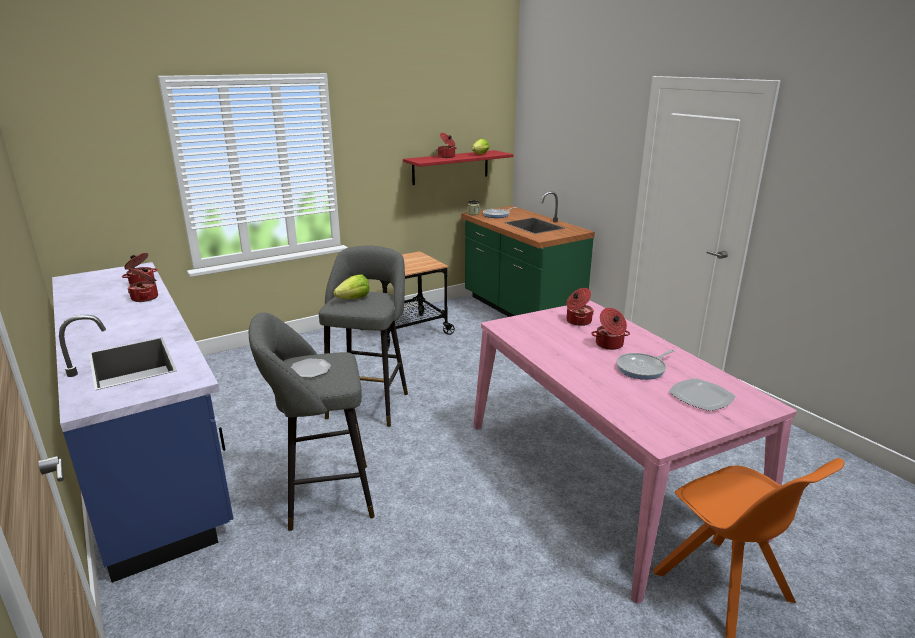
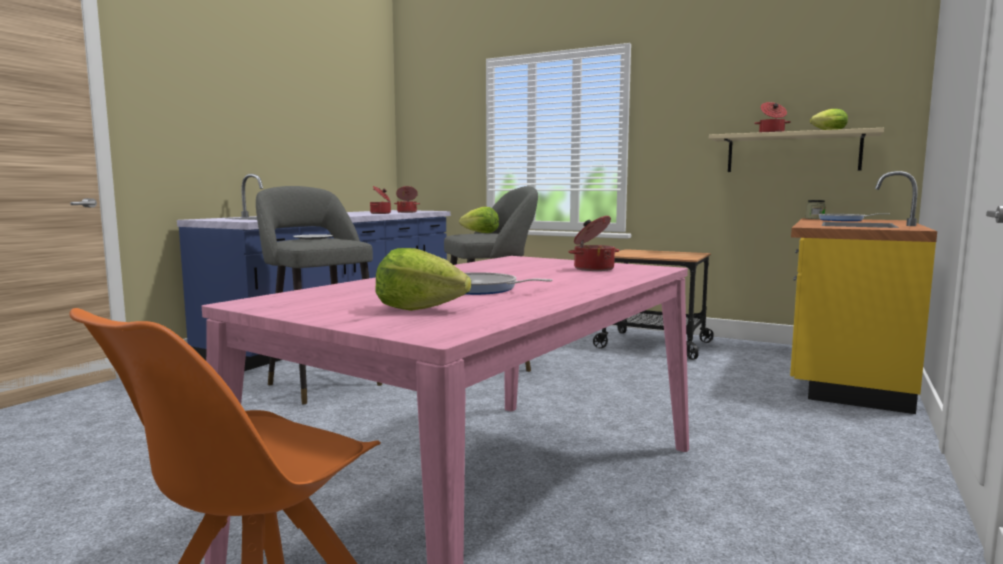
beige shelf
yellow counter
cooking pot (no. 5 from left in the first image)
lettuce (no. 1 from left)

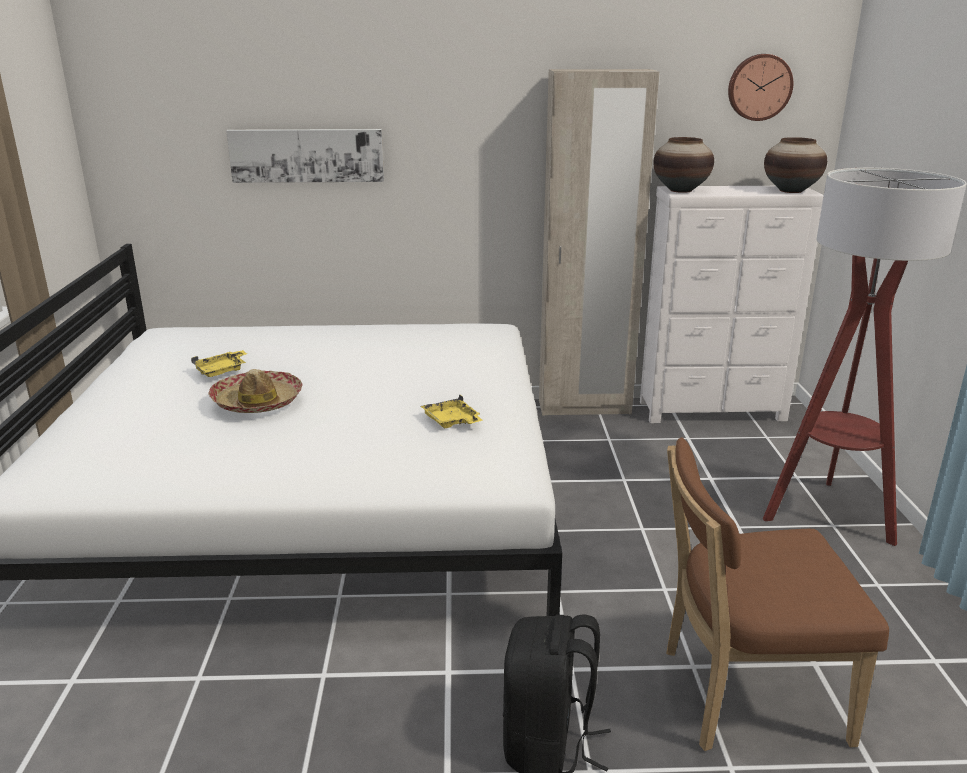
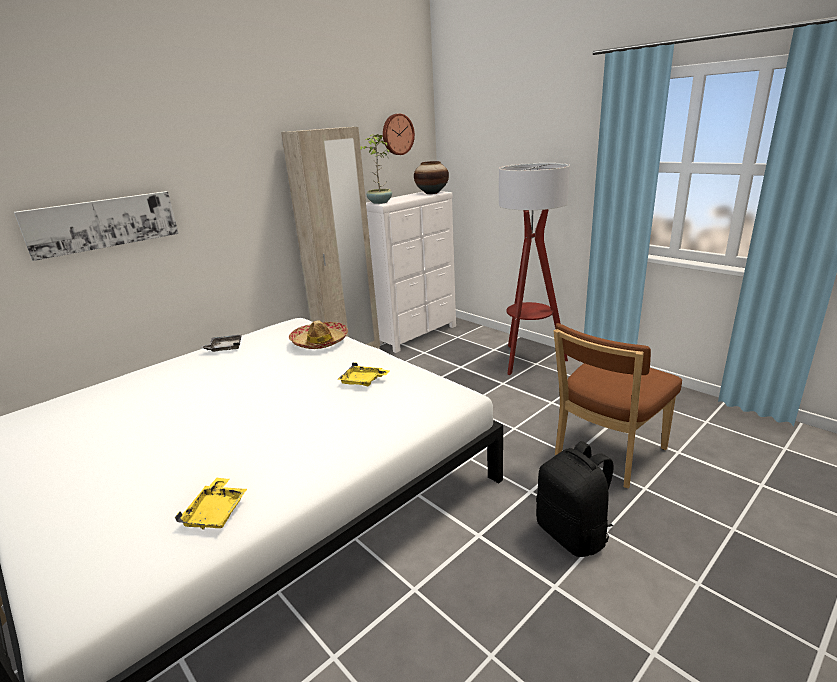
potted plant
yellow tray (no. 1 from left)
hat
grey tray

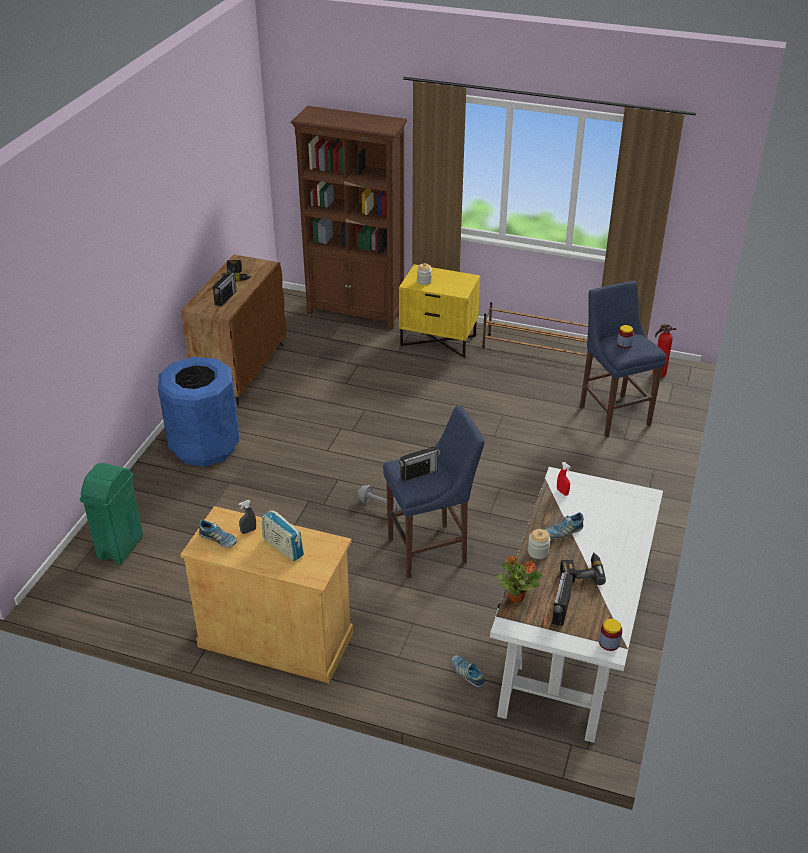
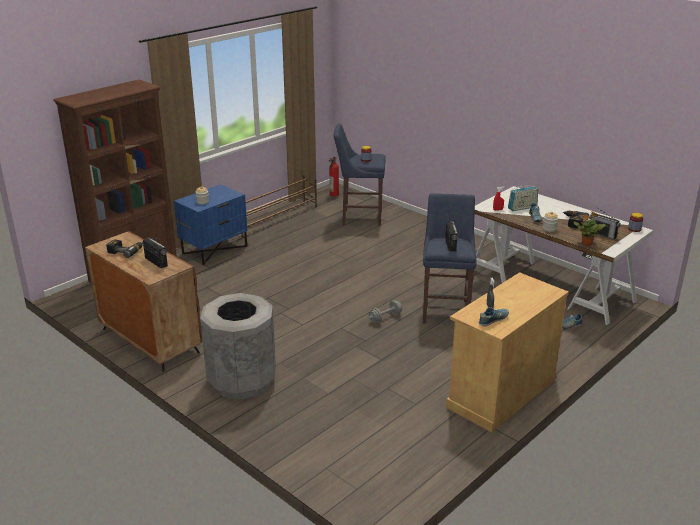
blue nightstand
grey trash can
green trash can
radio (no. 3 from left)

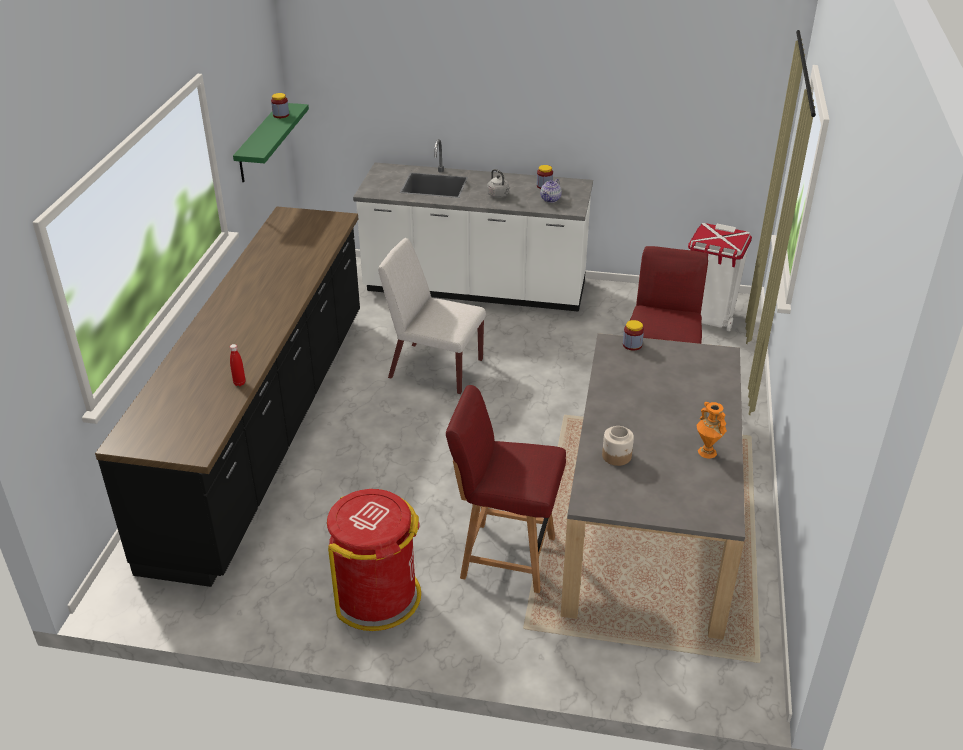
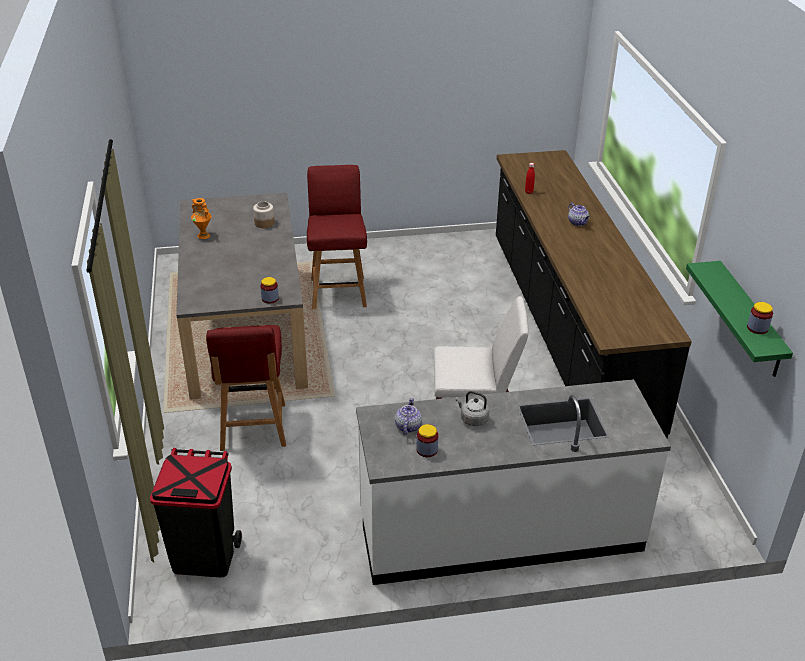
black trash can
red chair (no. 2 from left)
red trash can
teapot (no. 2 from left)

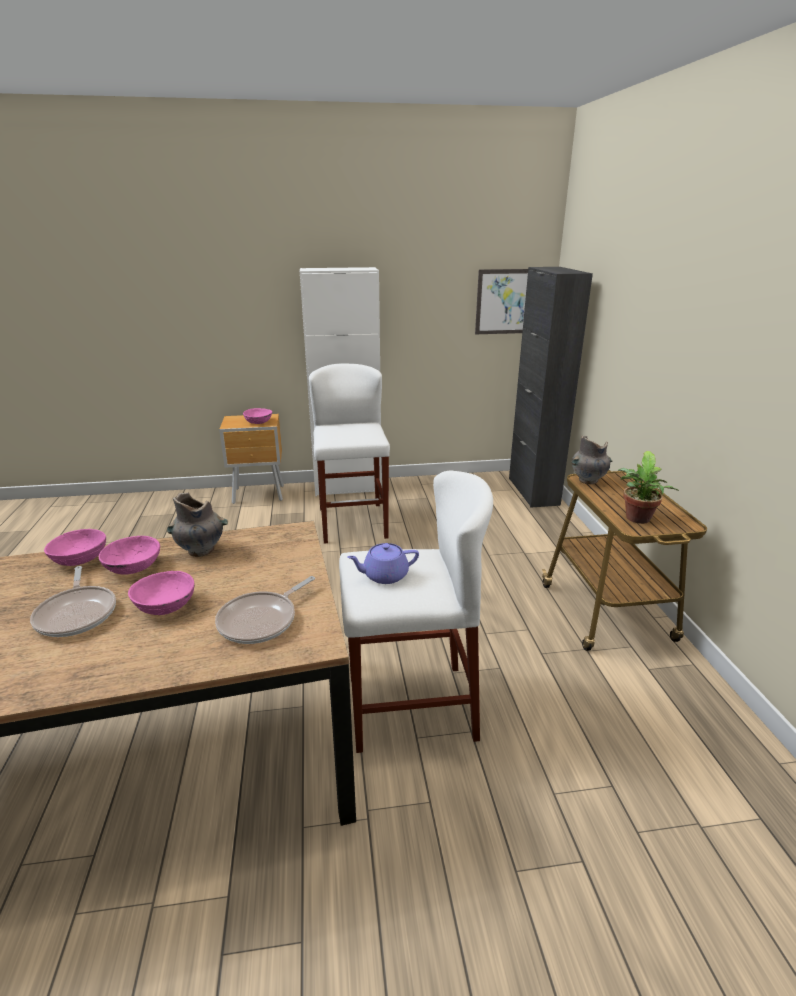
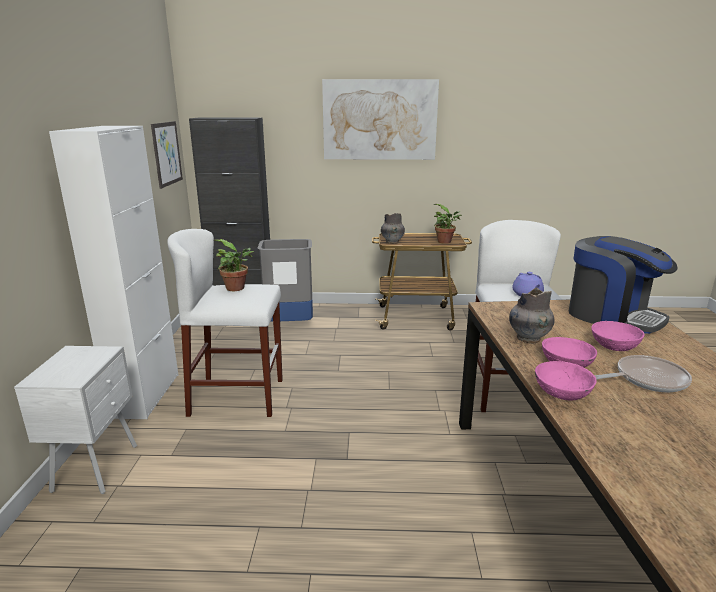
pink bowl (no. 4 from left in the first image)
white nightstand
coffee machine
picture (no. 2 from left)
potted plant (no. 1 from left)
grey trash can

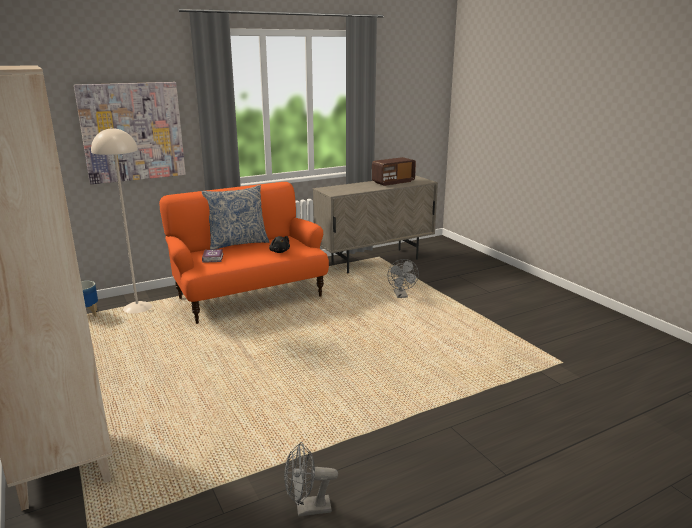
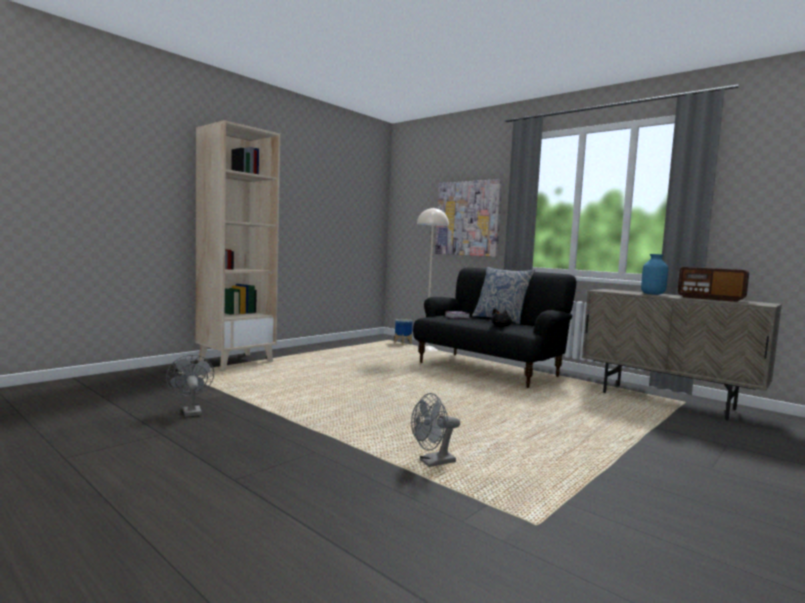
black sofa
grey fan (no. 2 from left)
blue vase

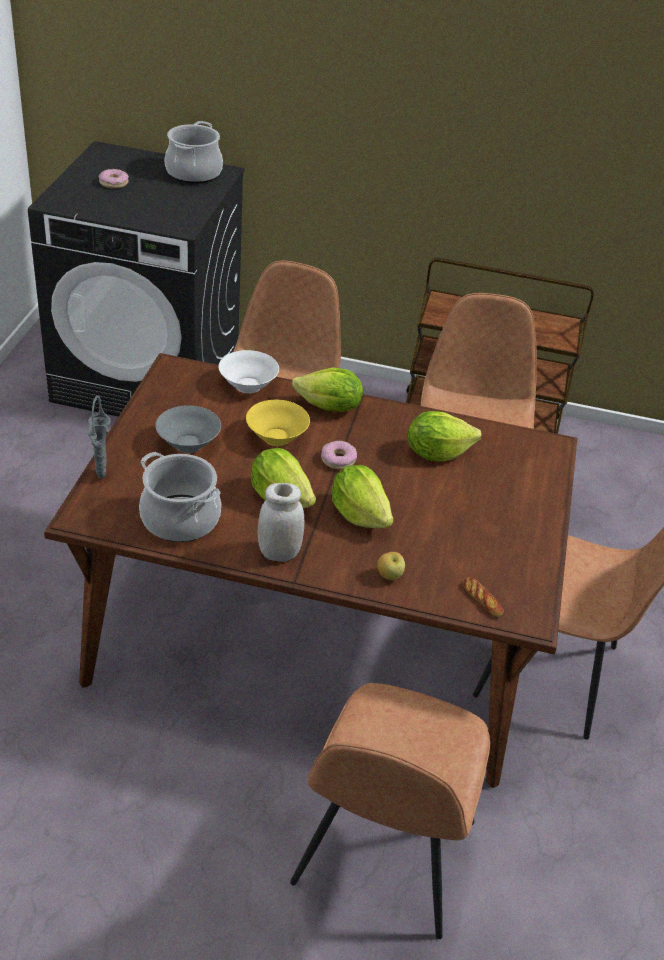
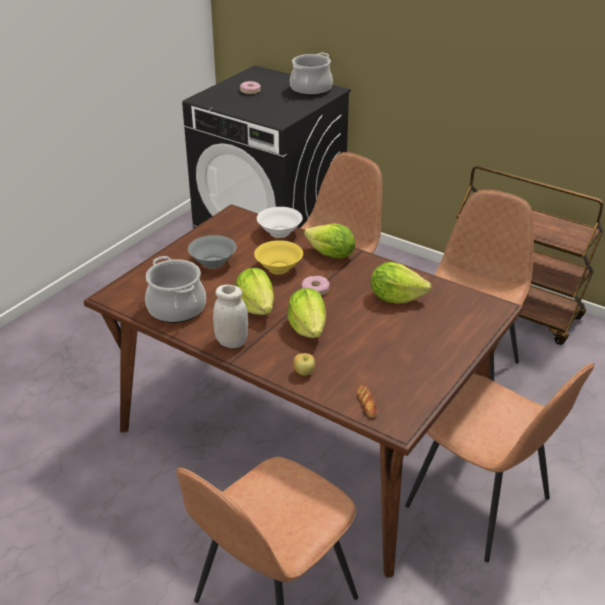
grey vase

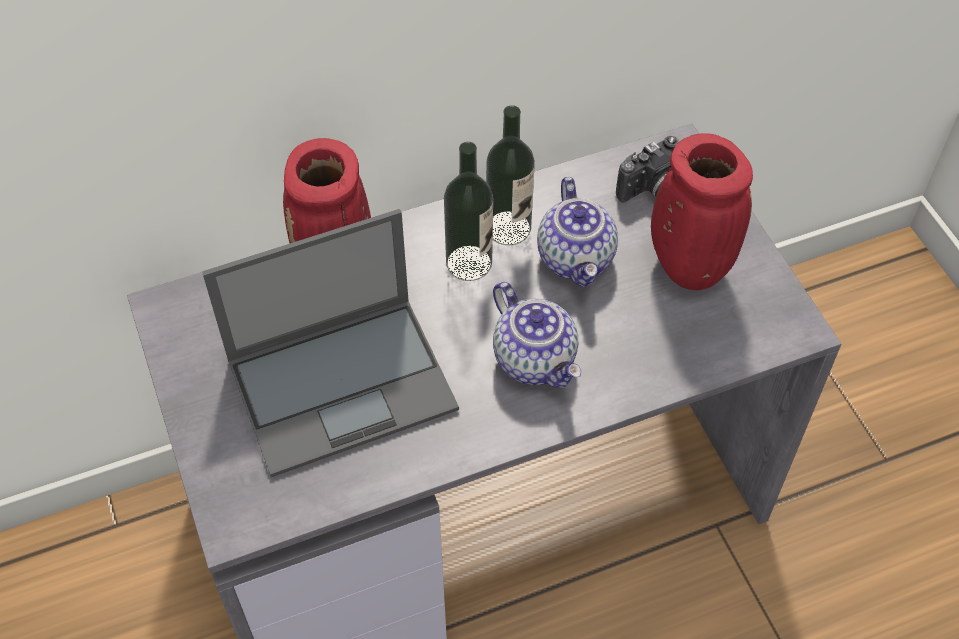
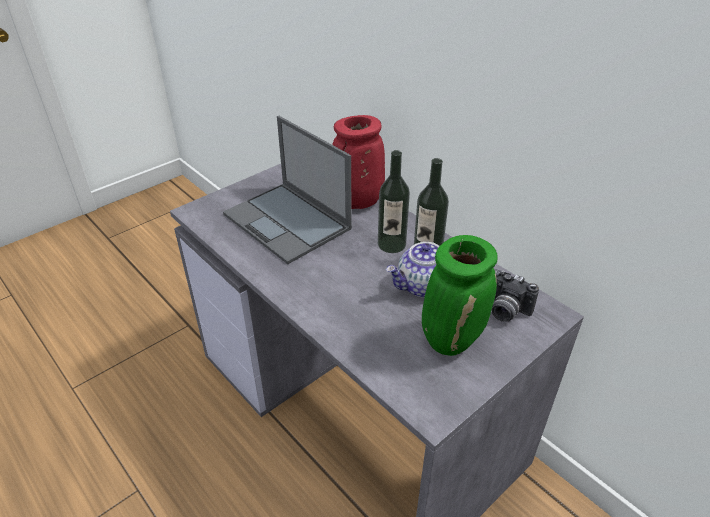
green vase
teapot (no. 1 from left in the first image)

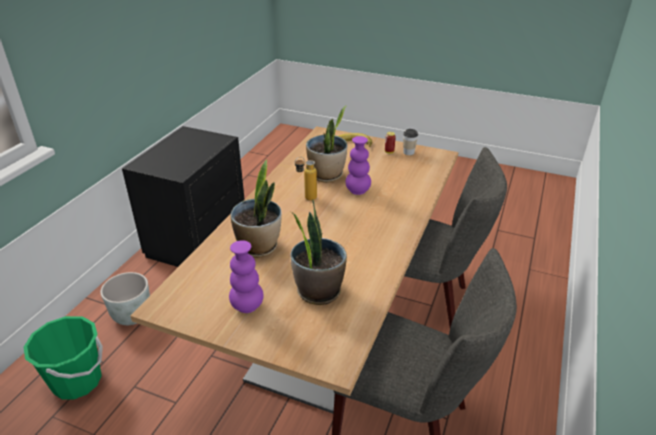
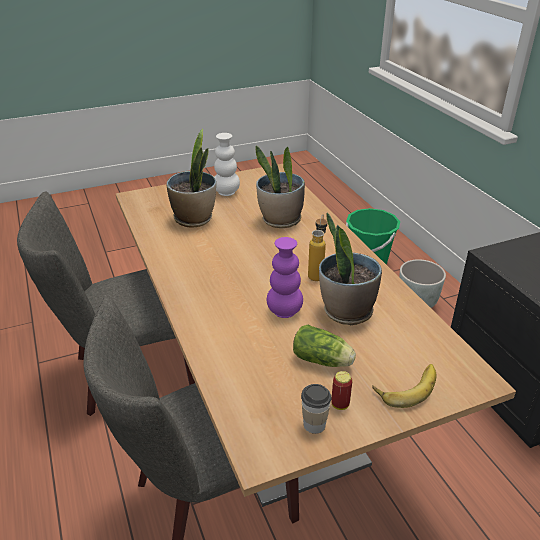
white vase
lettuce

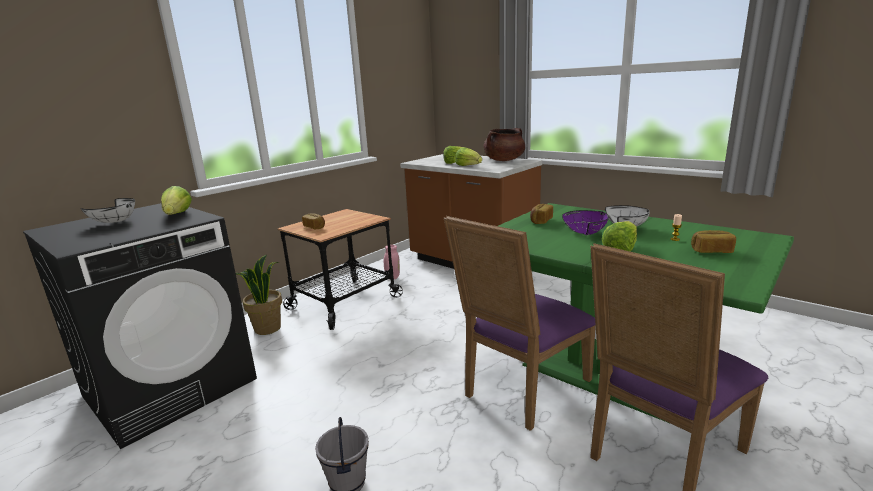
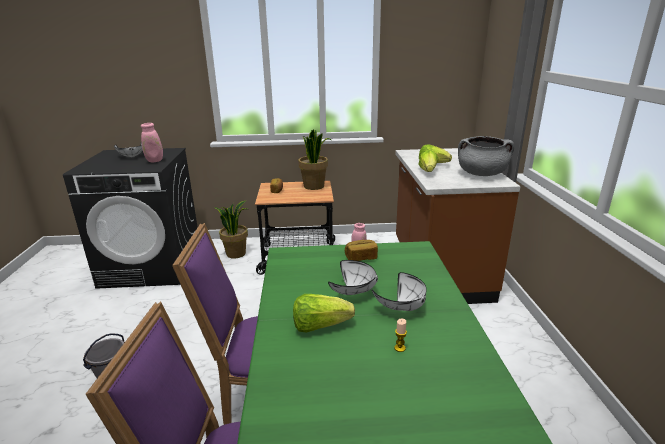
grey cooking pot
pink vase (no. 1 from left)
white bowl (no. 2 from left)
bread (no. 3 from left in the first image)
potted plant (no. 2 from left)

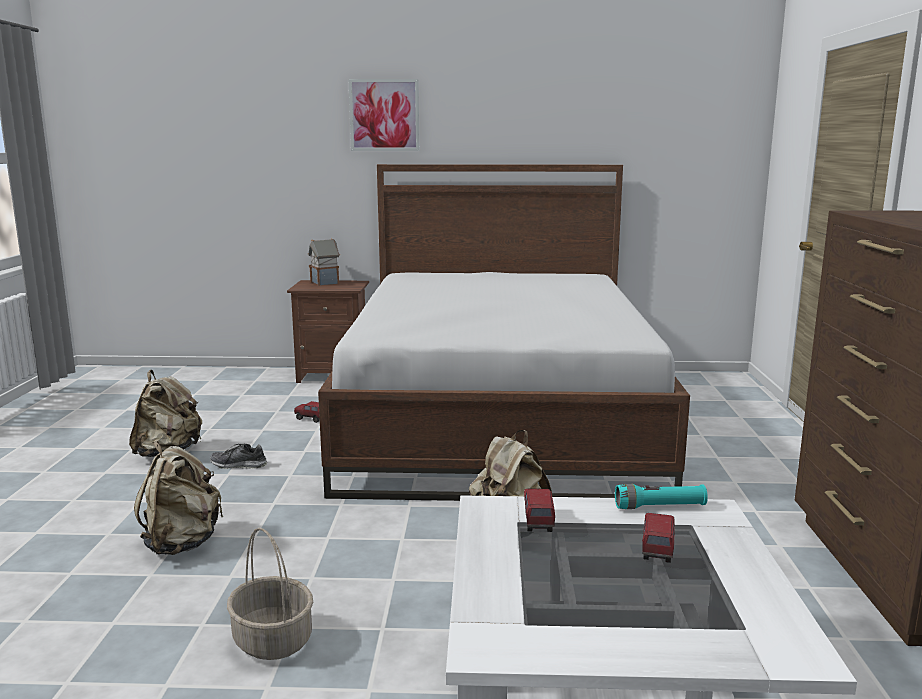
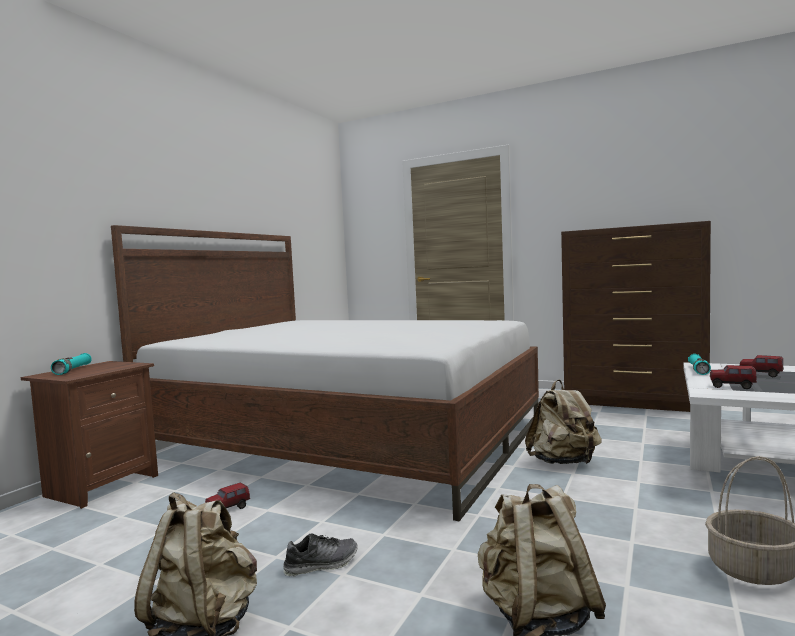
picture
turquoise flashlight (no. 1 from left)
shoe

